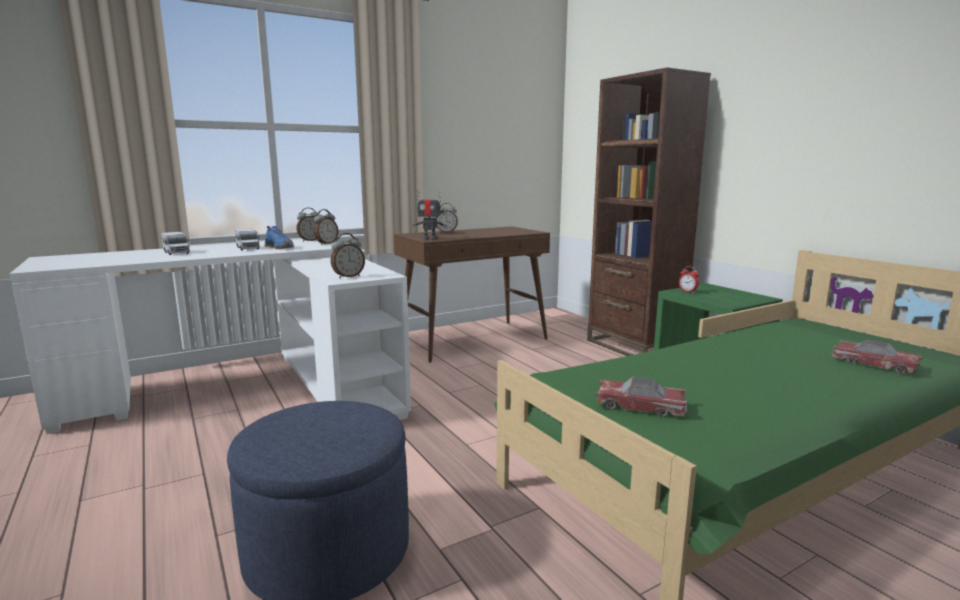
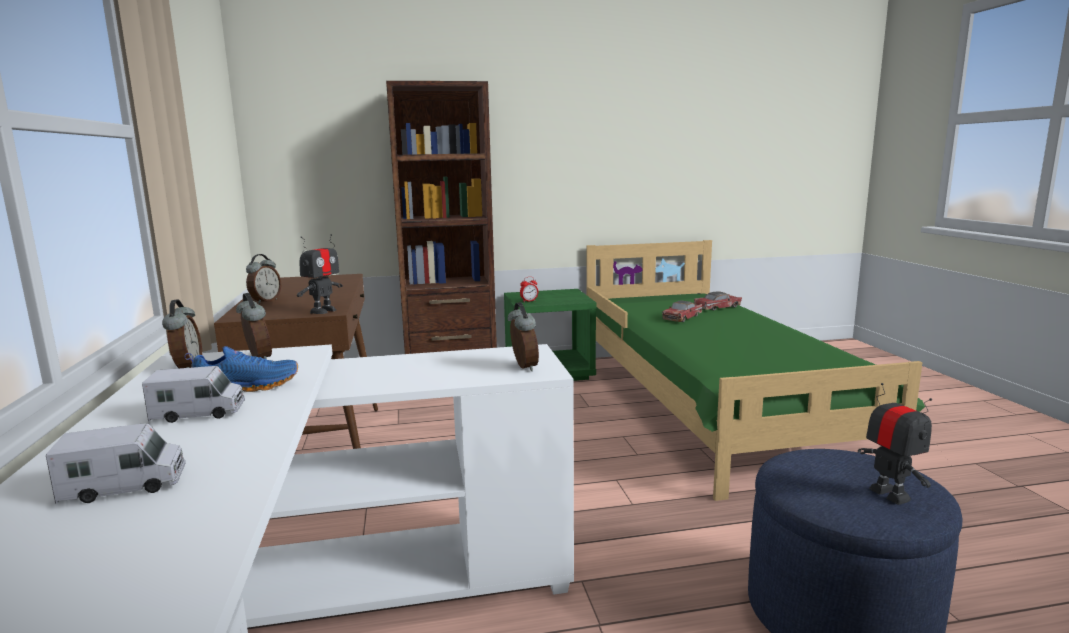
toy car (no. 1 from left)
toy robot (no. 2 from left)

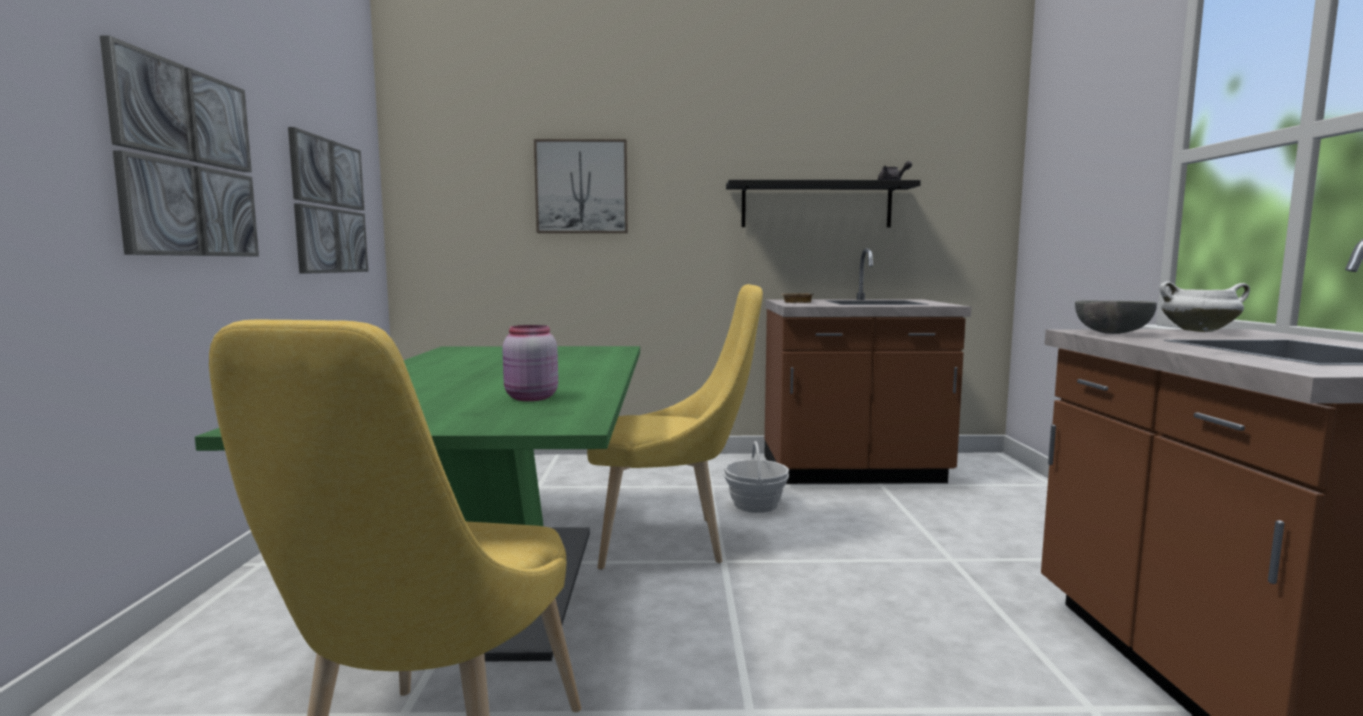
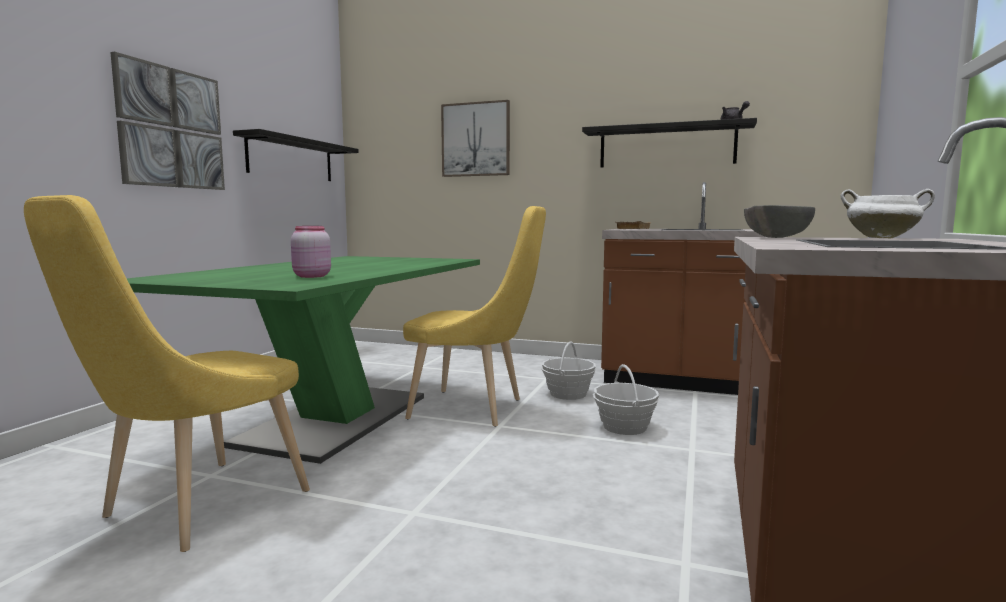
black shelf (no. 1 from left)
basket (no. 2 from left)

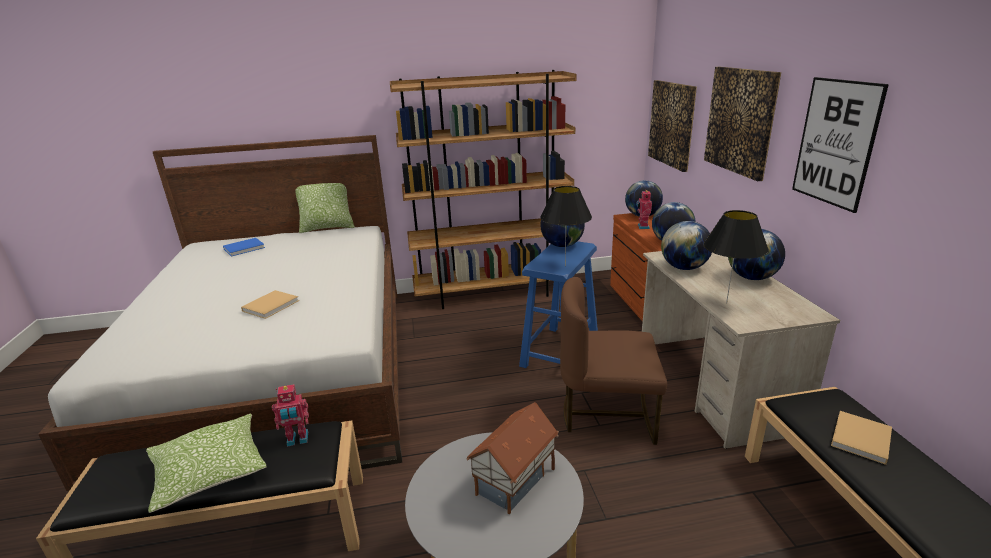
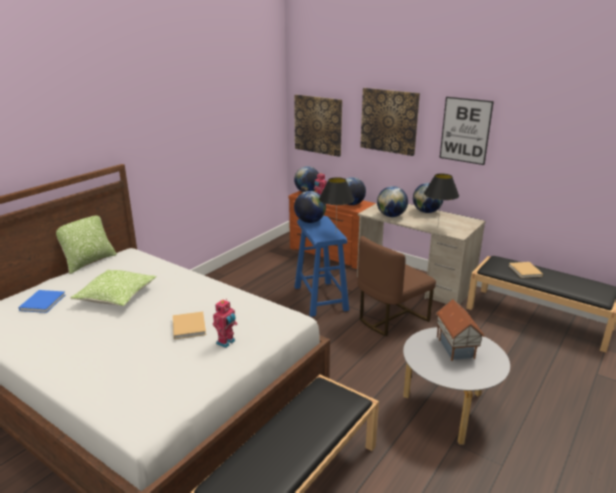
brown bookcase
toy robot (no. 1 from left)
pillow (no. 2 from left)

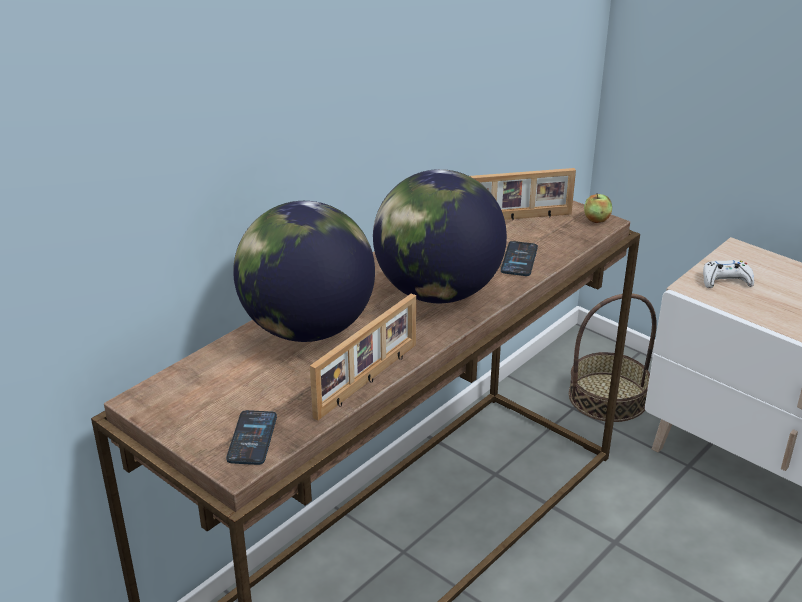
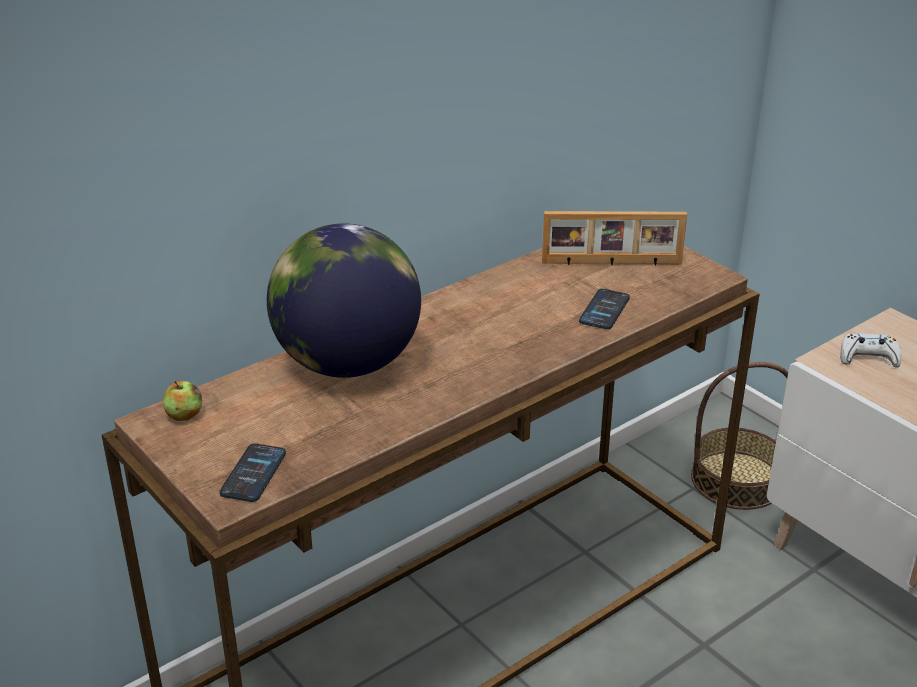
globe (no. 2 from left in the first image)
apple
picture frame (no. 1 from left in the first image)

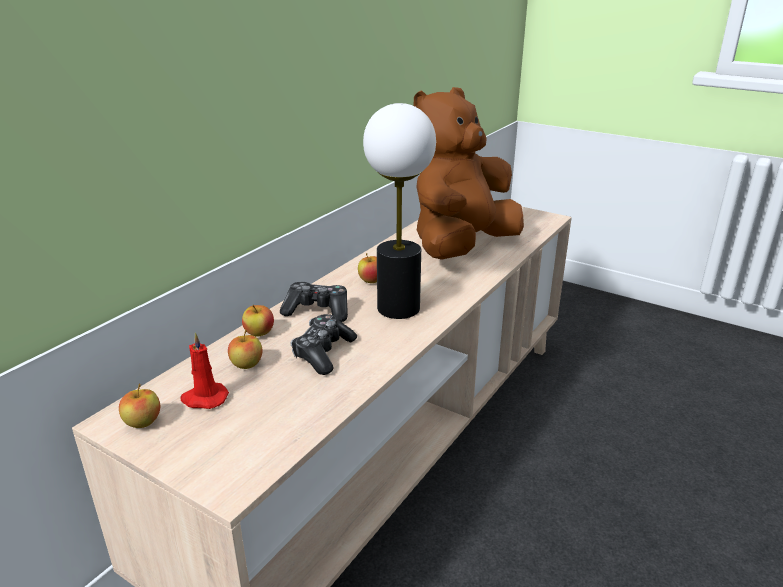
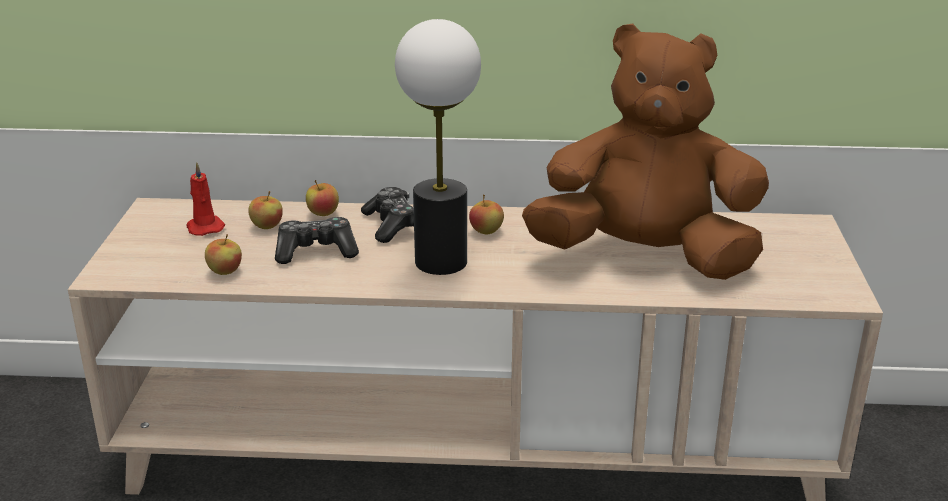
apple (no. 1 from left)

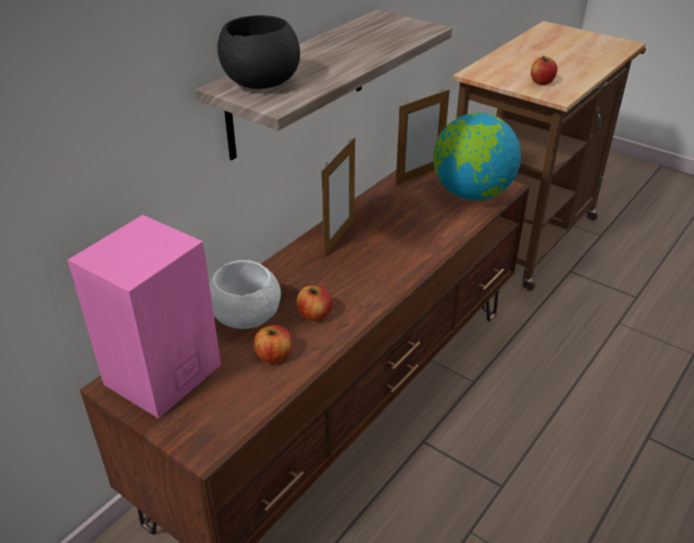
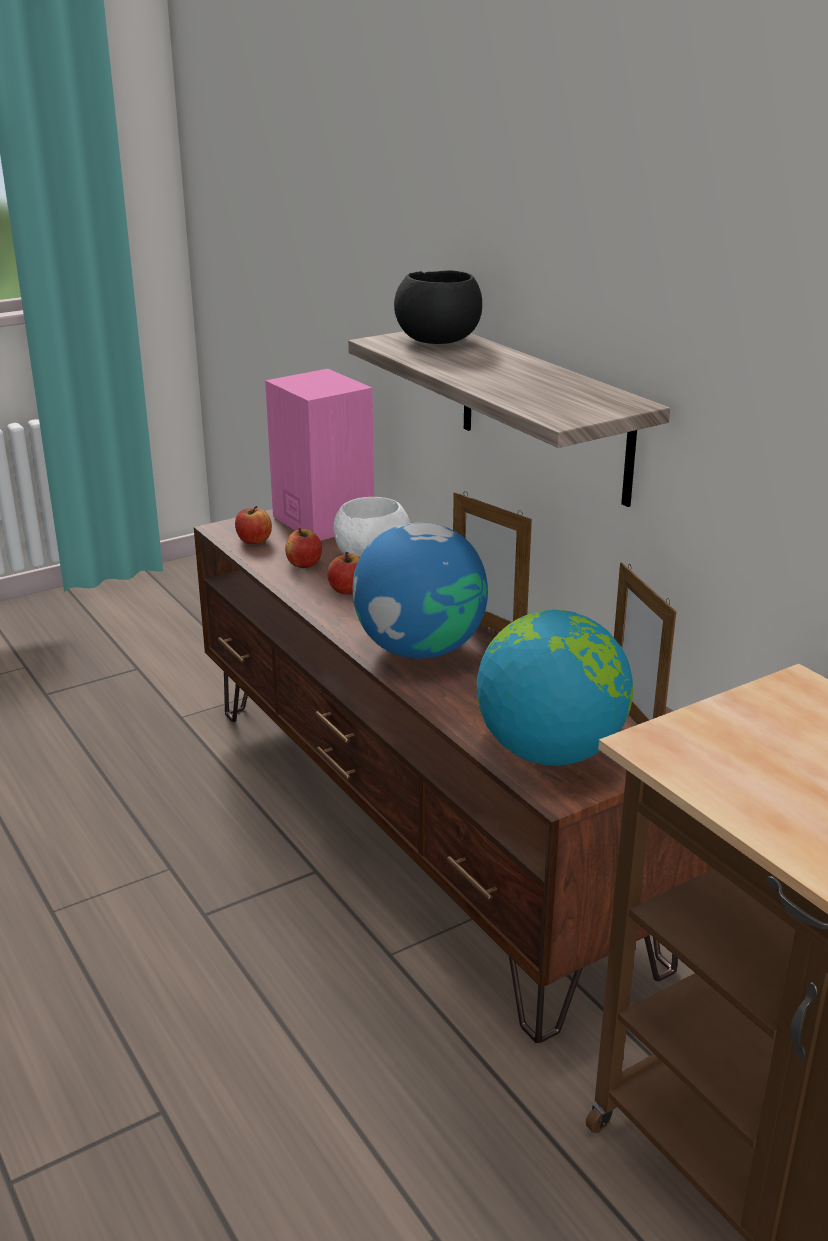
apple (no. 1 from left)
globe (no. 1 from left)

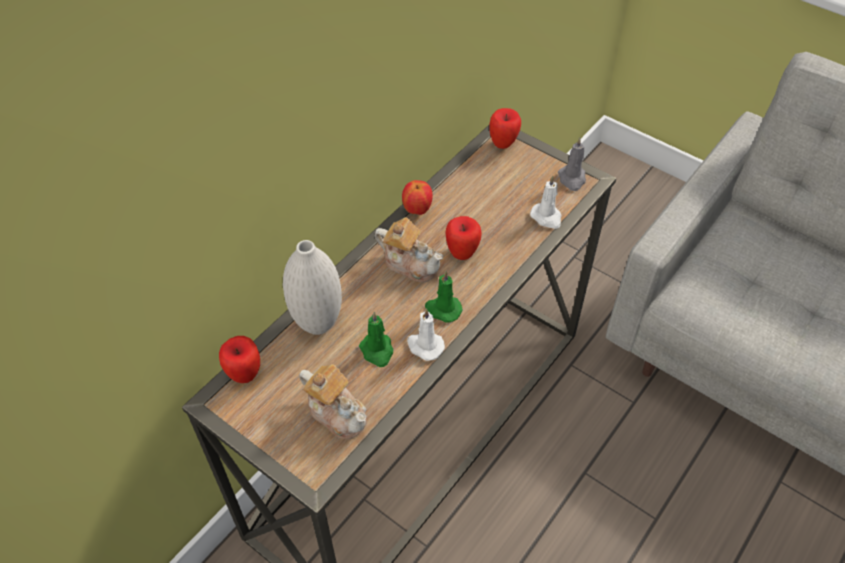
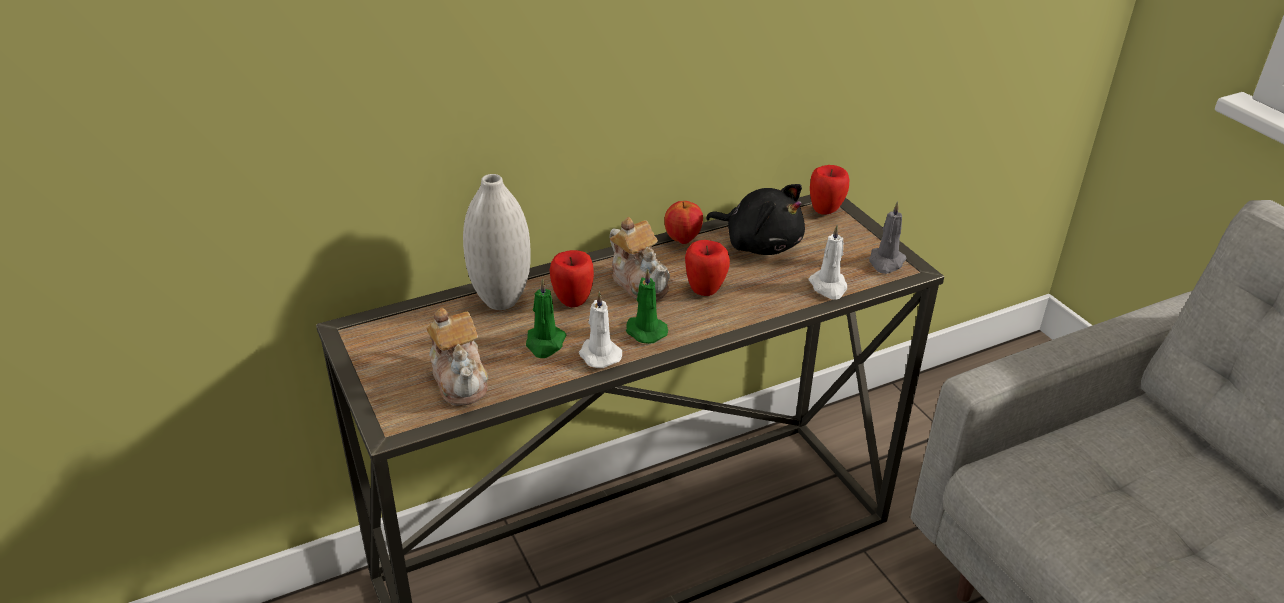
apple (no. 1 from left)
black plush toy

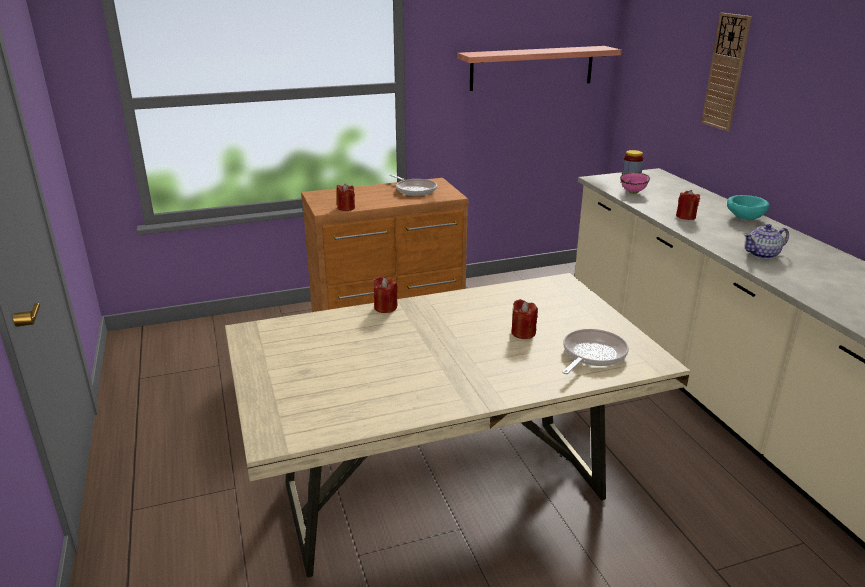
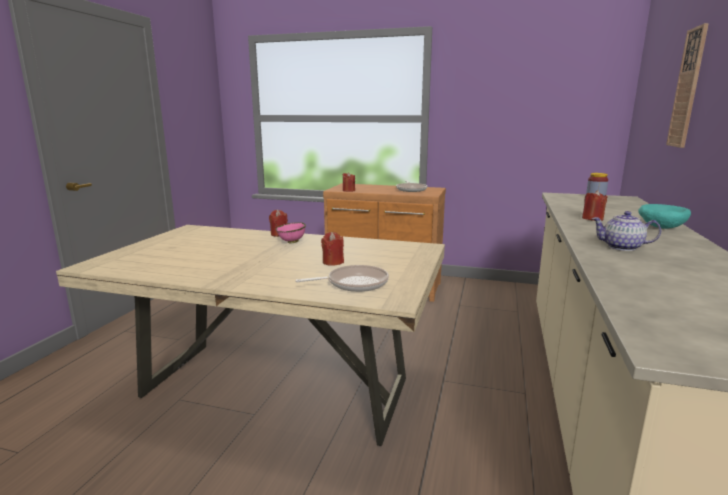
shelf
pink bowl

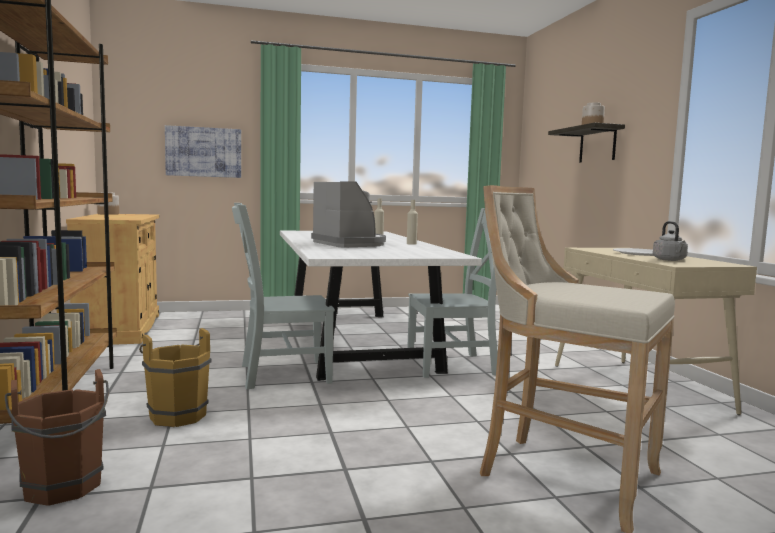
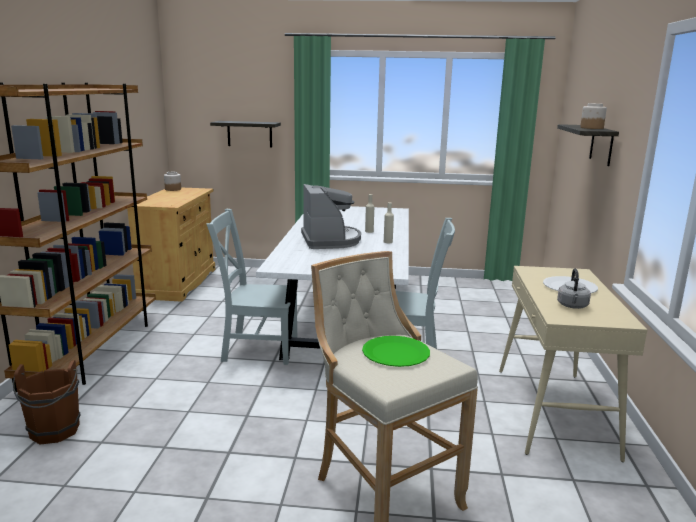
shelf (no. 1 from left)
brown bucket (no. 2 from left in the first image)
green plate

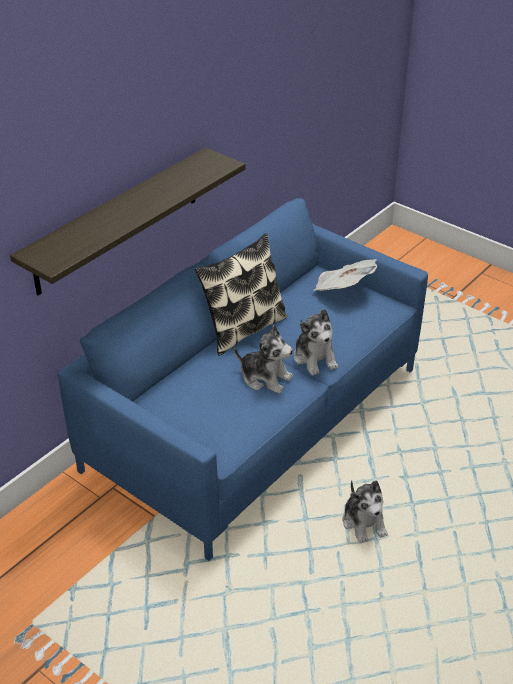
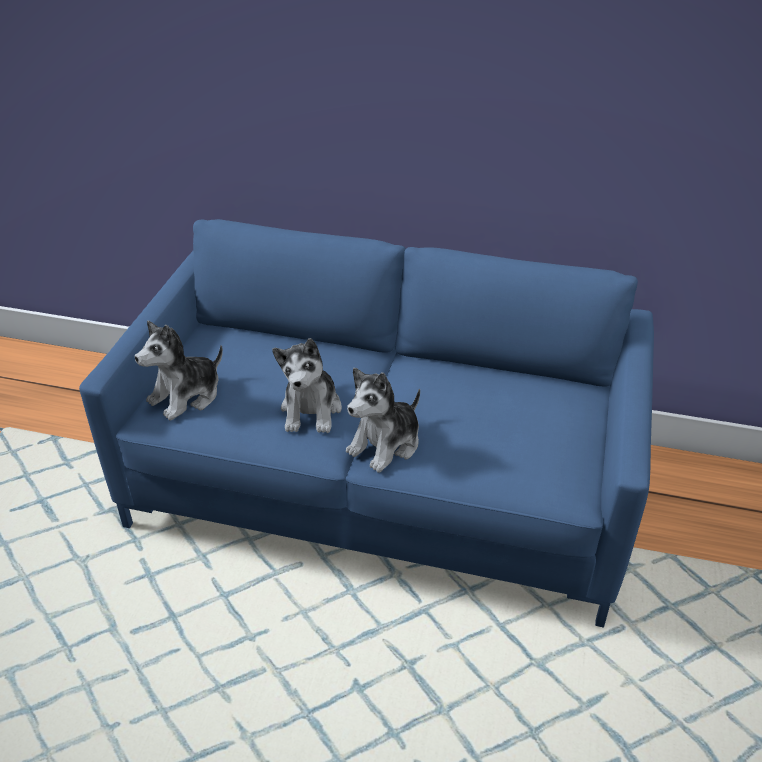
shelf
pillow
newspaper
plush toy (no. 1 from left)

